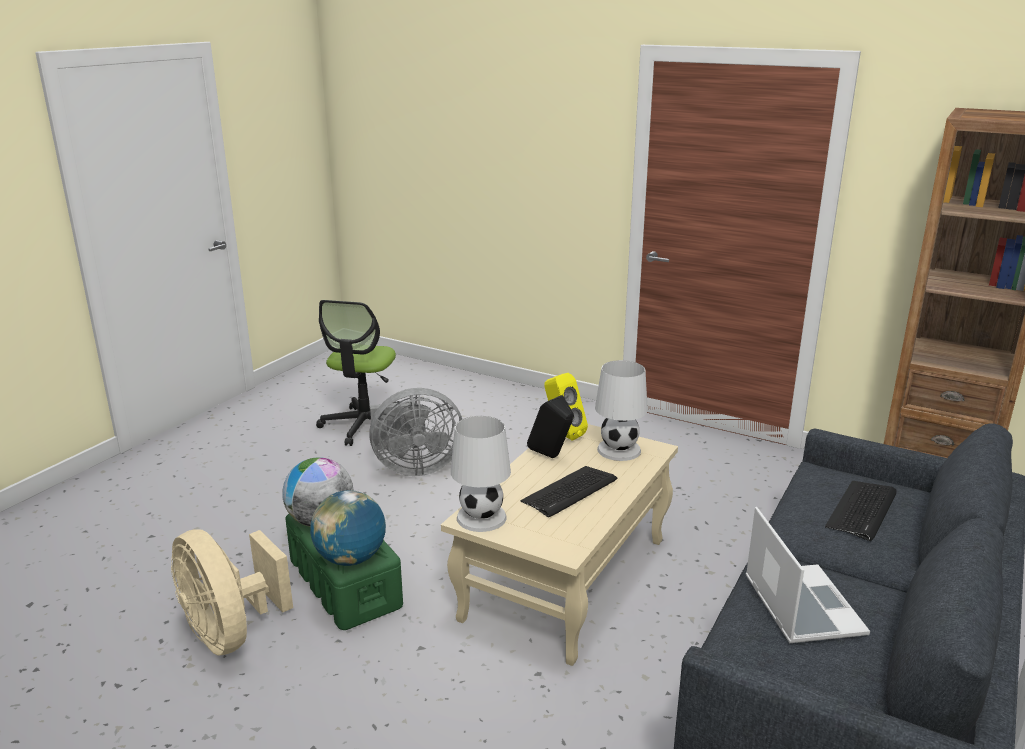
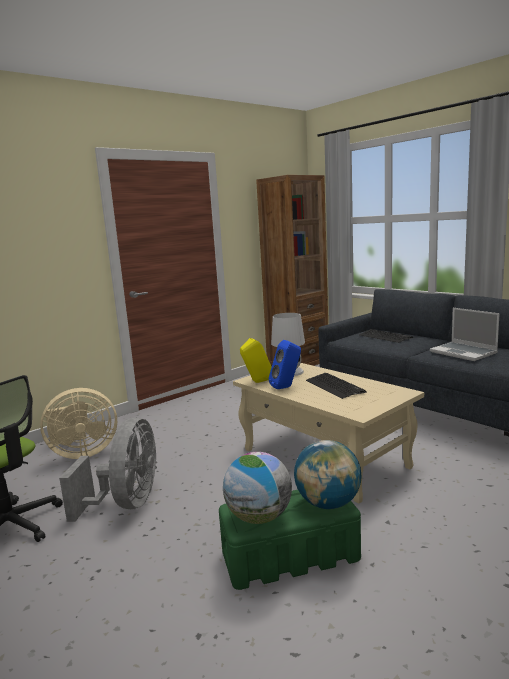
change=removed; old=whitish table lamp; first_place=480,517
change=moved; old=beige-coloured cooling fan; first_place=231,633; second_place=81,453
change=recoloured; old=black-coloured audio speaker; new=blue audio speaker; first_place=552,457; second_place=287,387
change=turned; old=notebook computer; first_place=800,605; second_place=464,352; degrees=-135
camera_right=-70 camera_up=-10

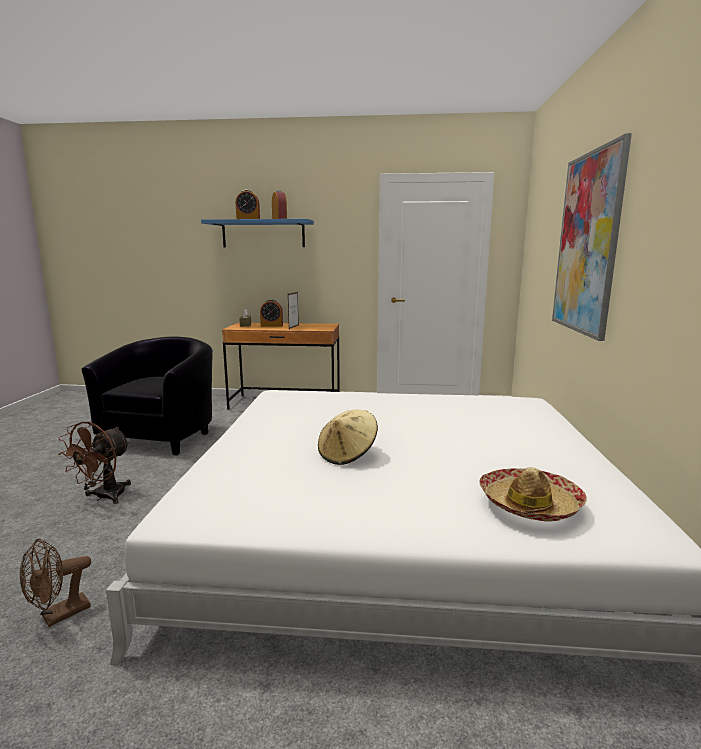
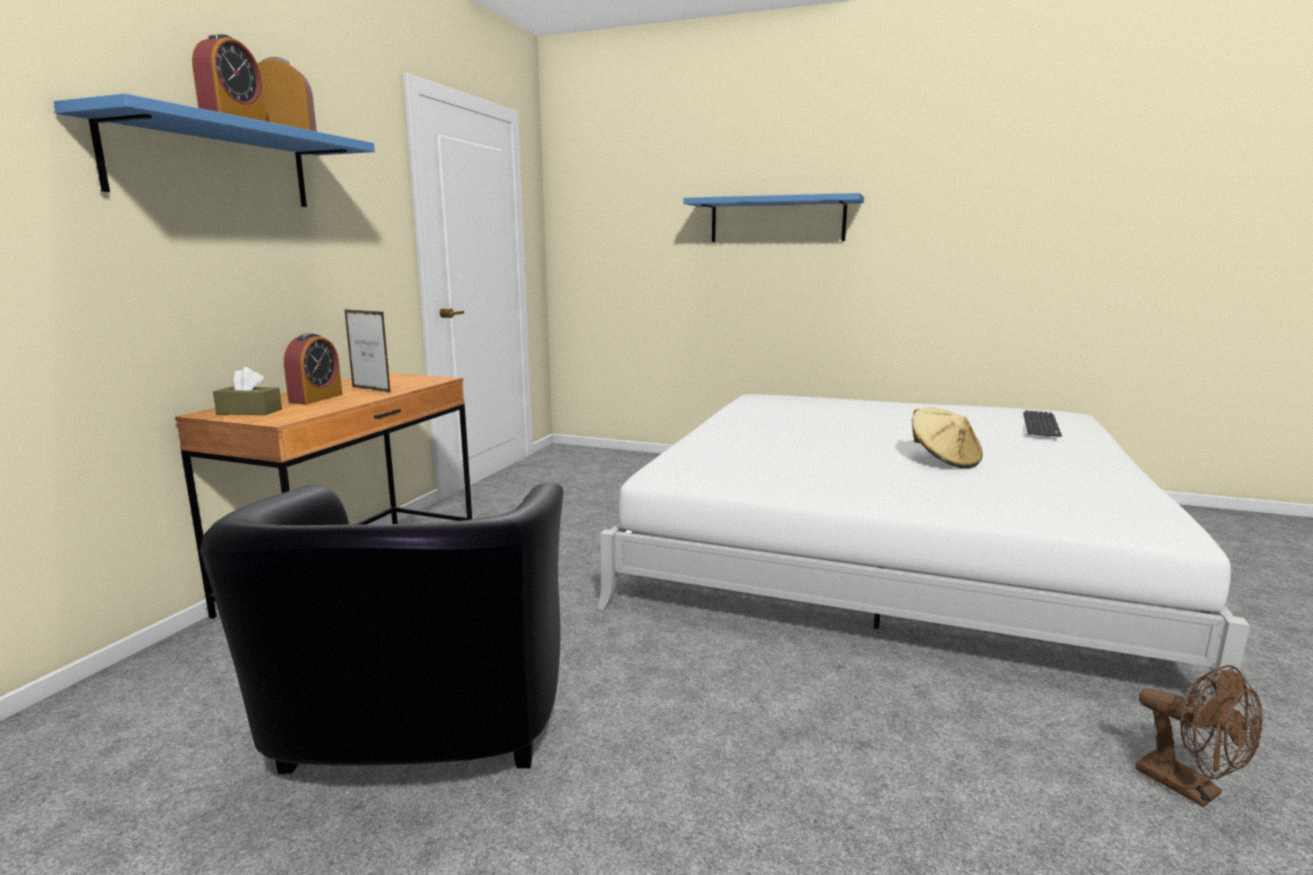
change=removed; old=brownish cooling fan; first_place=104,497
change=replaced; old=clothing hat; new=keyboard; first_place=530,504; second_place=1041,425
change=replaced; old=wall picture; new=blue shelf; first_place=587,243; second_place=777,220
change=turned; old=black-coloured easy chair; first_place=163,436; second_place=419,736; degrees=-120
camera_right=-75 camera_up=0

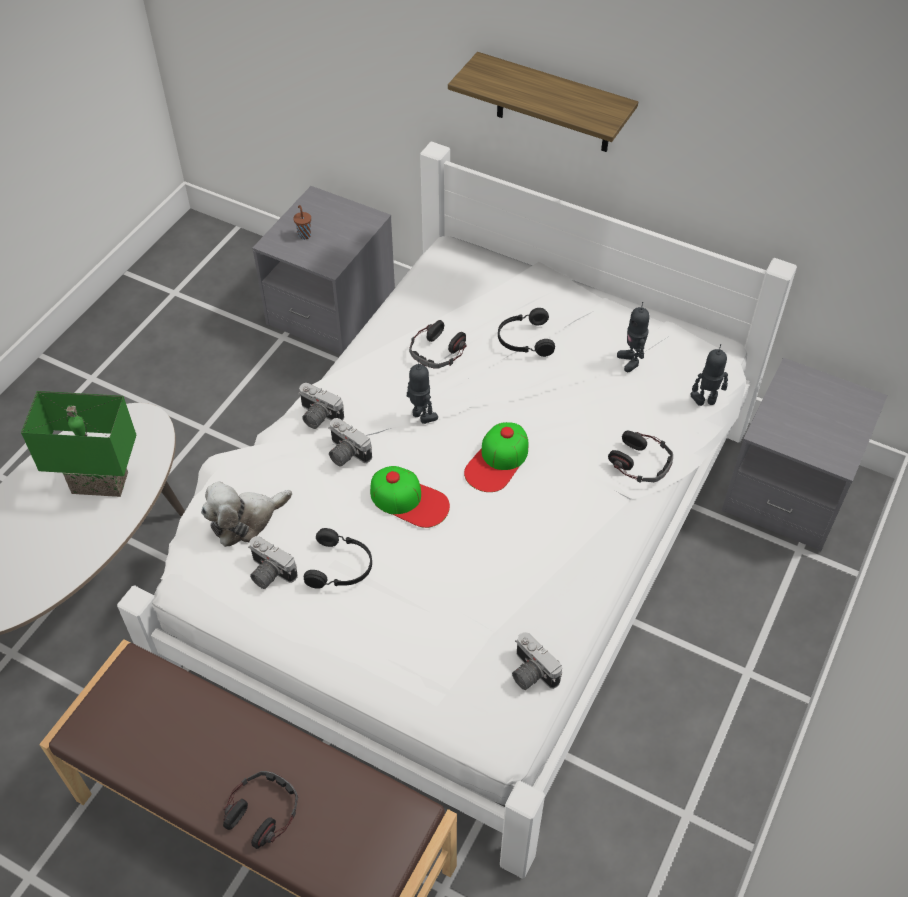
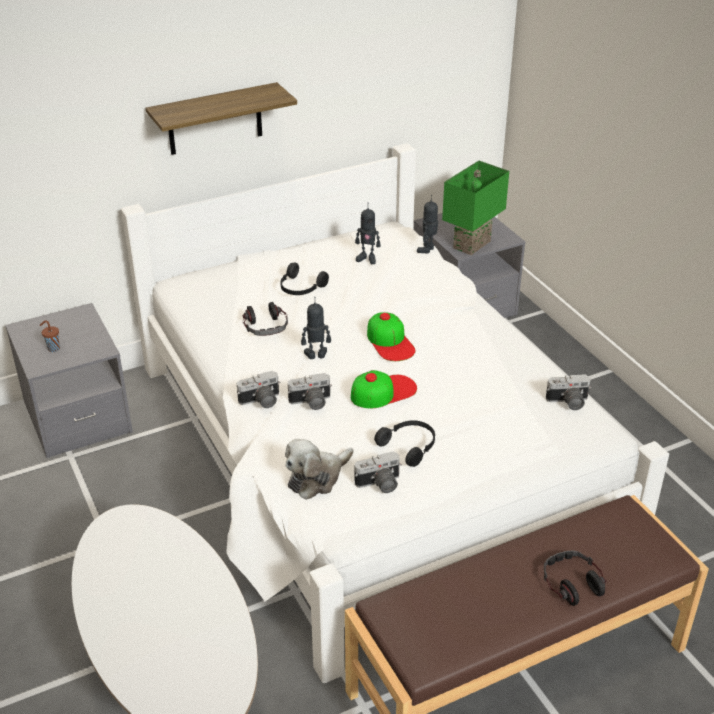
change=removed; old=pair of headphones; first_place=641,462
change=moved; old=green-coloured table lamp; first_place=98,485; second_place=473,245
change=turned; old=soft toy; first_place=245,520; second_place=317,478; degrees=45
camera_right=-55 camera_up=-15

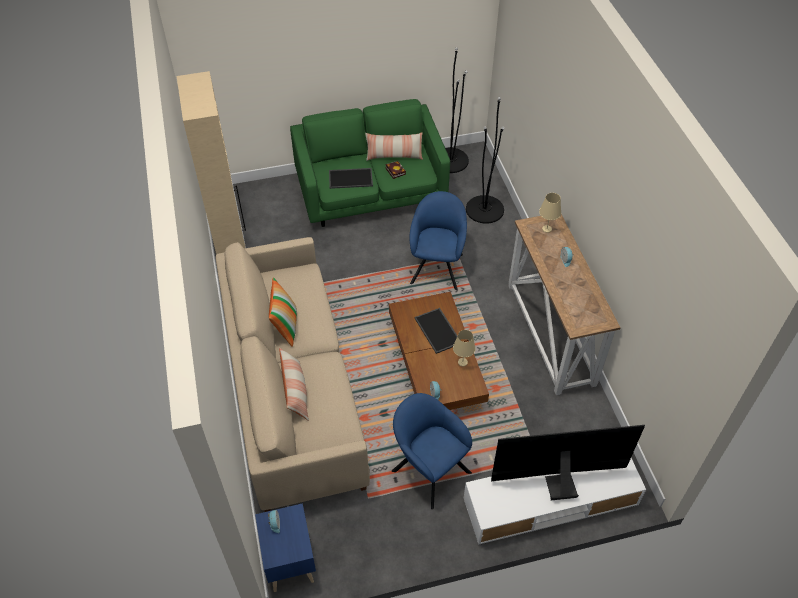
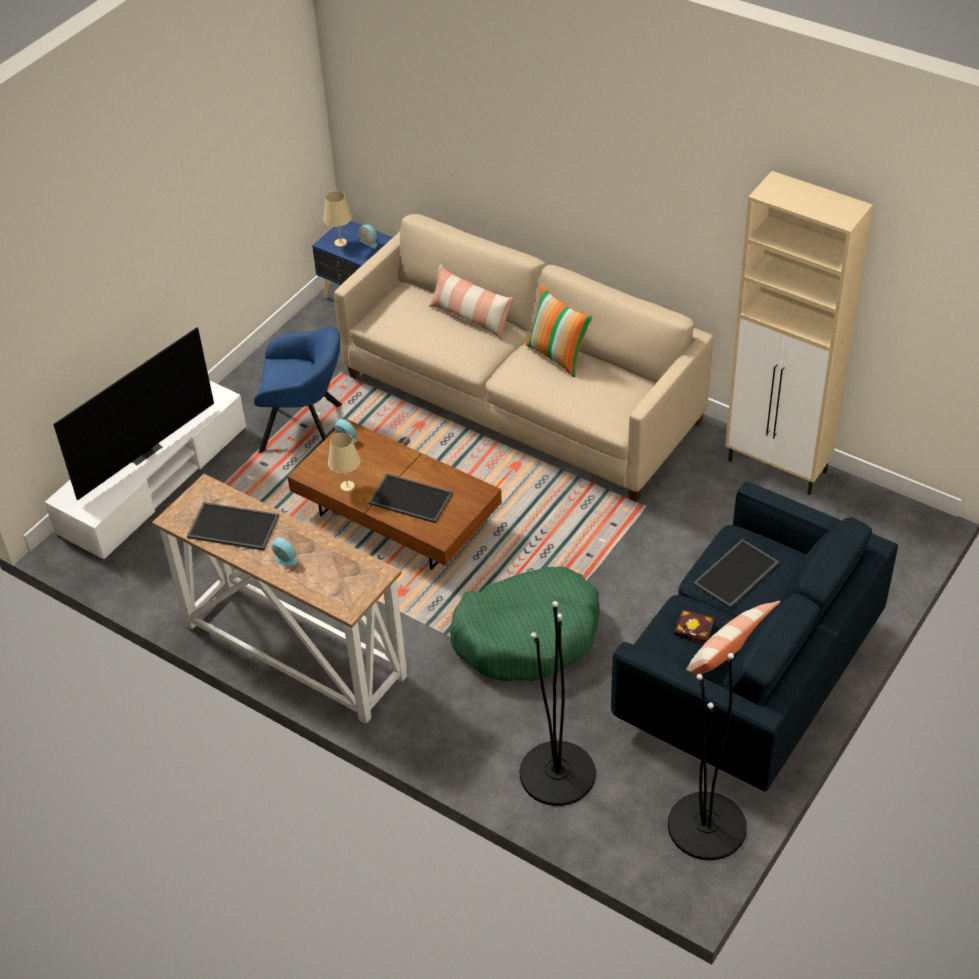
change=added; new=serving tray; second_place=232,527
change=moved; old=beige-coloured table lamp; first_place=546,229; second_place=341,243
change=replaced; old=blue easy chair; new=green-coloured pet bed; first_place=437,266; second_place=527,635
change=recoloured; old=green-coloured couch; new=blue couch; first_place=370,192; second_place=746,675
camera_right=140 camera_up=-5

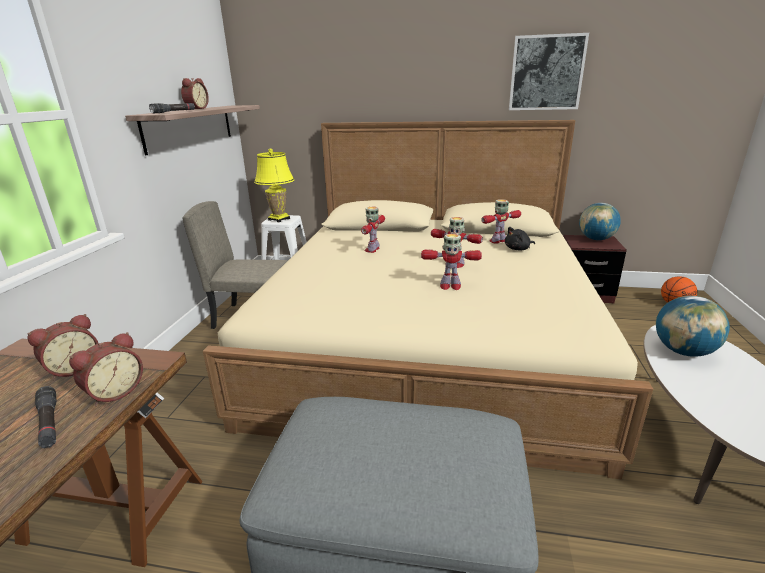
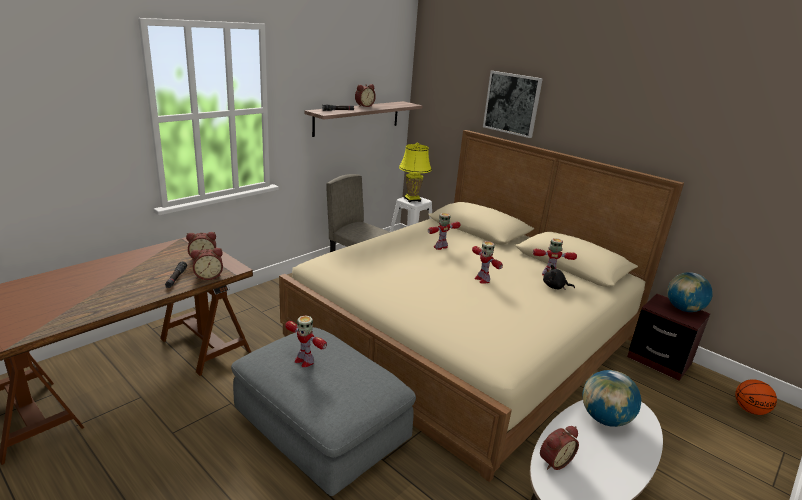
change=added; new=alarm clock; second_place=553,460
change=moved; old=model robot; first_place=449,286; second_place=304,361
change=moved; old=wall picture; first_place=546,73; second_place=512,103
camera_right=30 camera_up=0

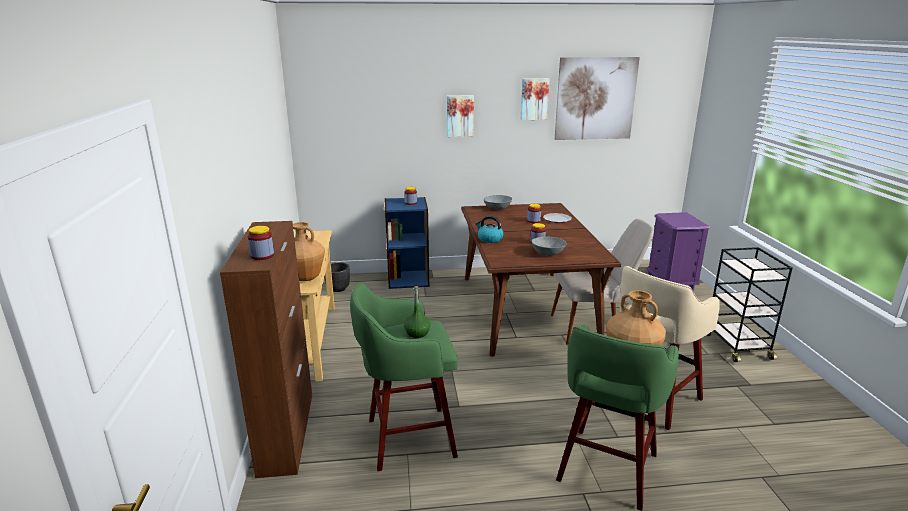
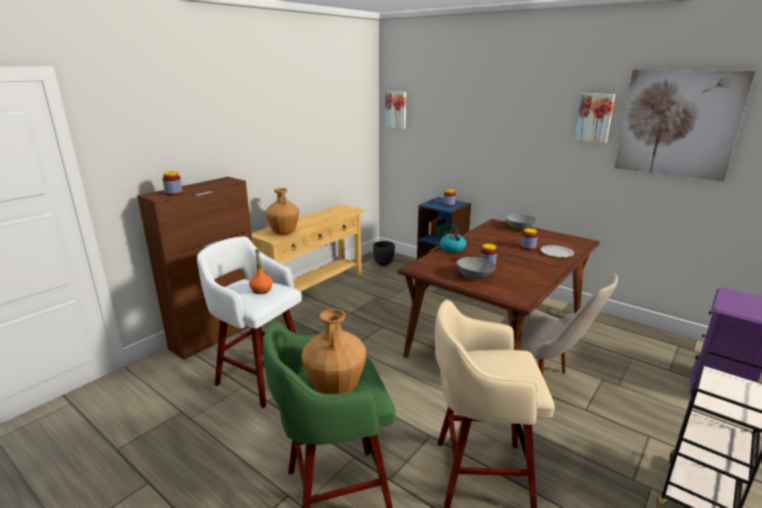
change=moved; old=wall picture; first_place=460,116; second_place=396,109
change=recoloured; old=green-coloured stool seat; new=whitish stool seat; first_place=407,438; second_place=260,377
change=recoloured; old=green-coloured drink bottle; new=orange drink bottle; first_place=417,333; second_place=261,290
camera_right=45 camera_up=0

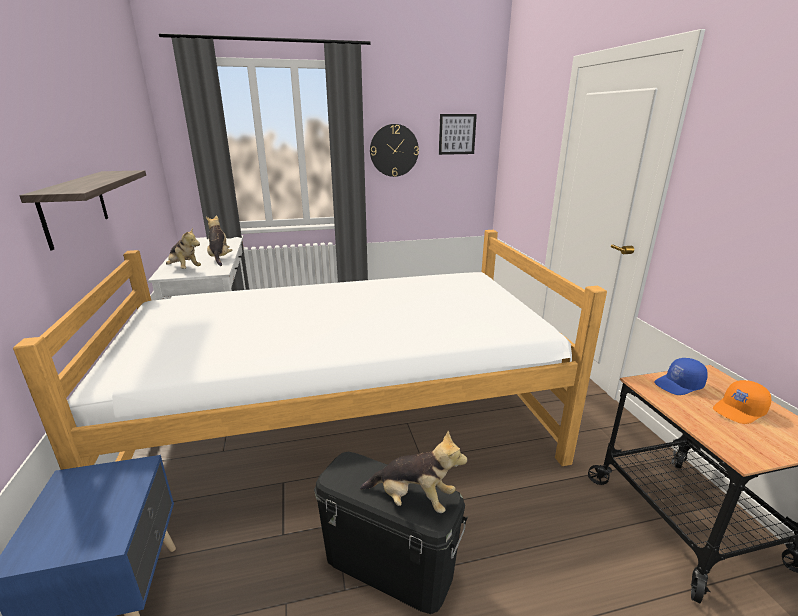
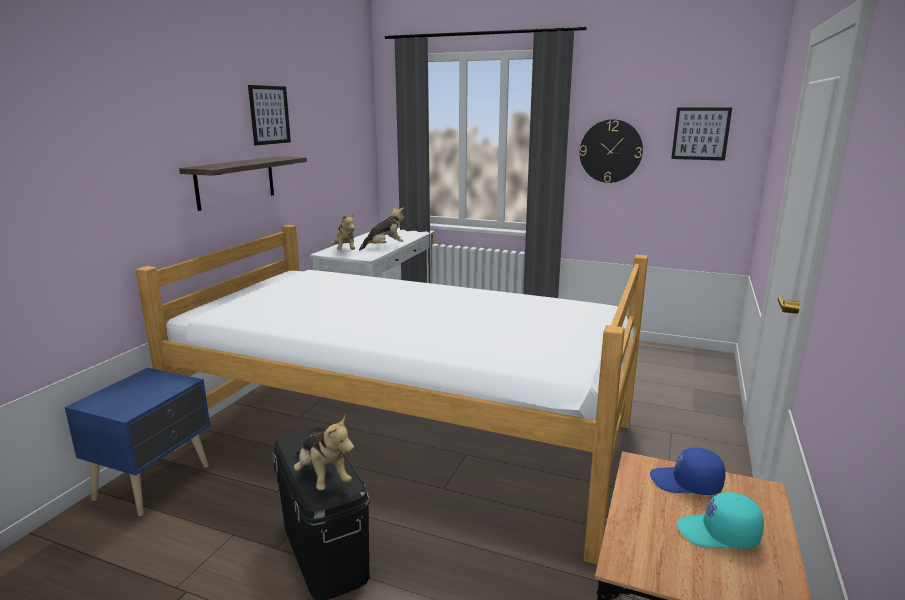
change=added; new=wall picture; second_place=269,115
change=recoloured; old=orange peaked cap; new=turquoise peaked cap; first_place=739,411; second_place=718,534
change=turned; old=soft toy; first_place=220,258; second_place=384,247; degrees=45
camera_right=35 camera_up=-5

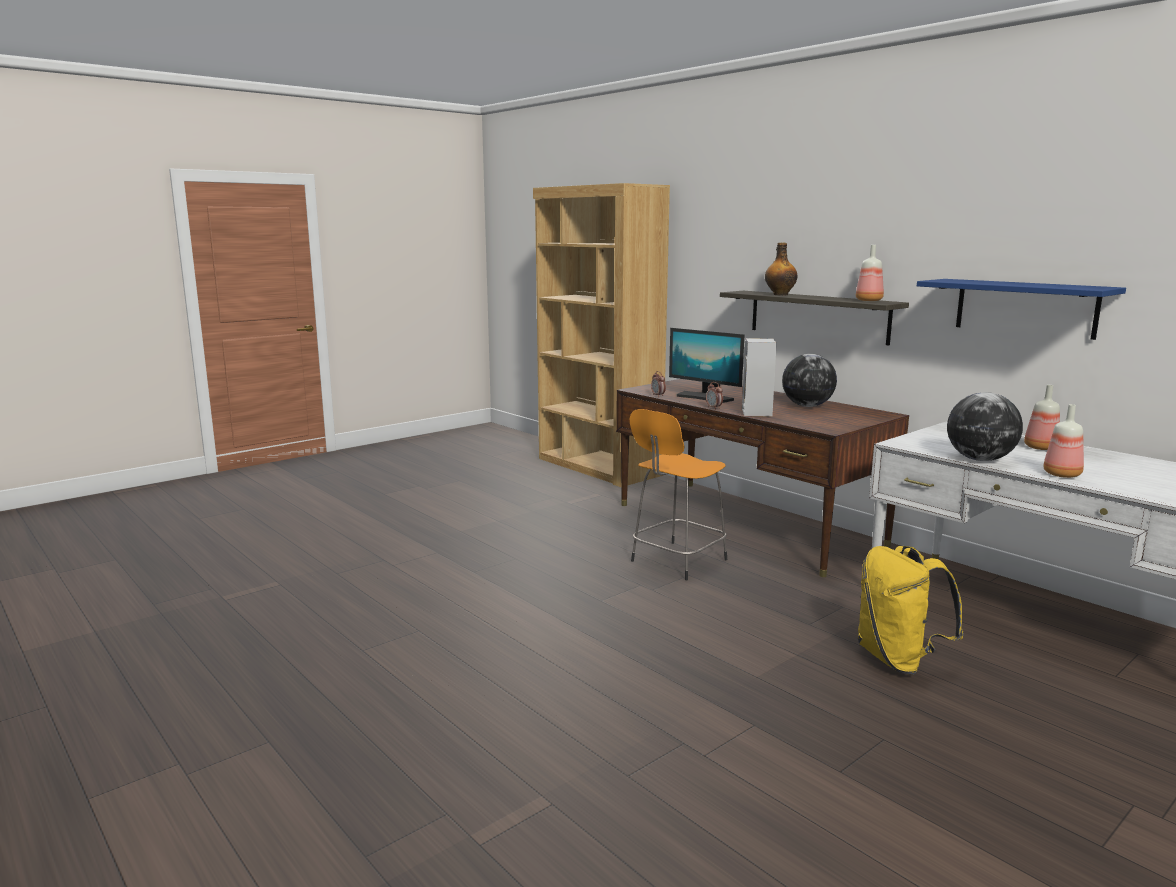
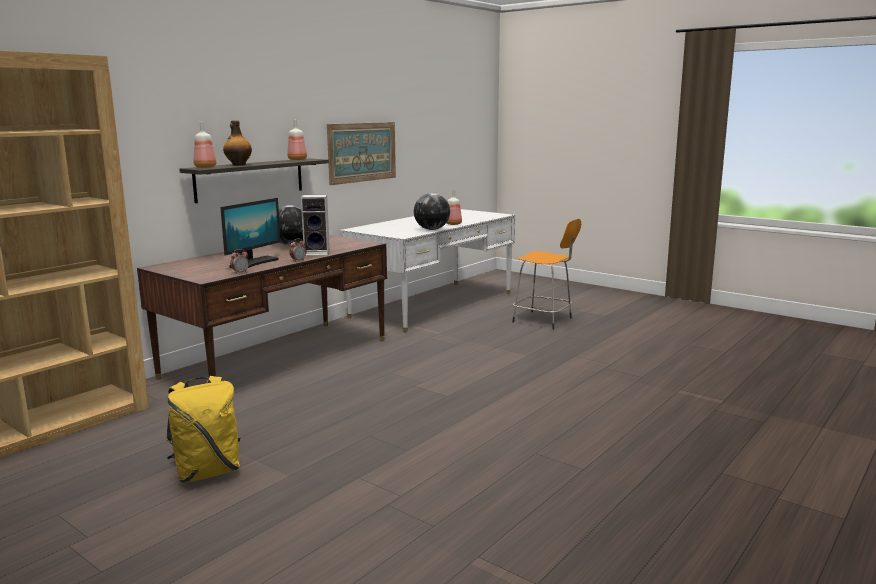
change=moved; old=orange stool seat; first_place=676,561; second_place=544,320
change=moved; old=yellow-coloured backpack; first_place=899,660; second_place=207,472
change=moved; old=drink bottle; first_place=1039,448; second_place=205,167
change=replaced; old=blue shelf; new=wall picture; first_place=1025,308; second_place=362,152
camera_right=-100 camera_up=0

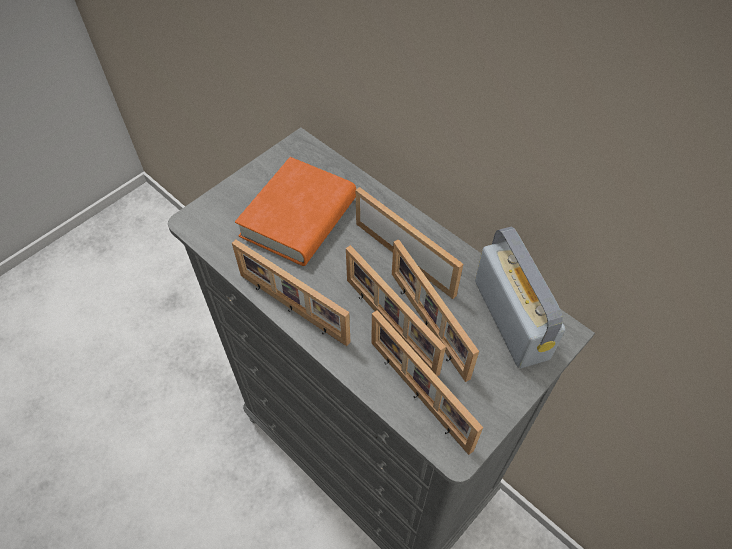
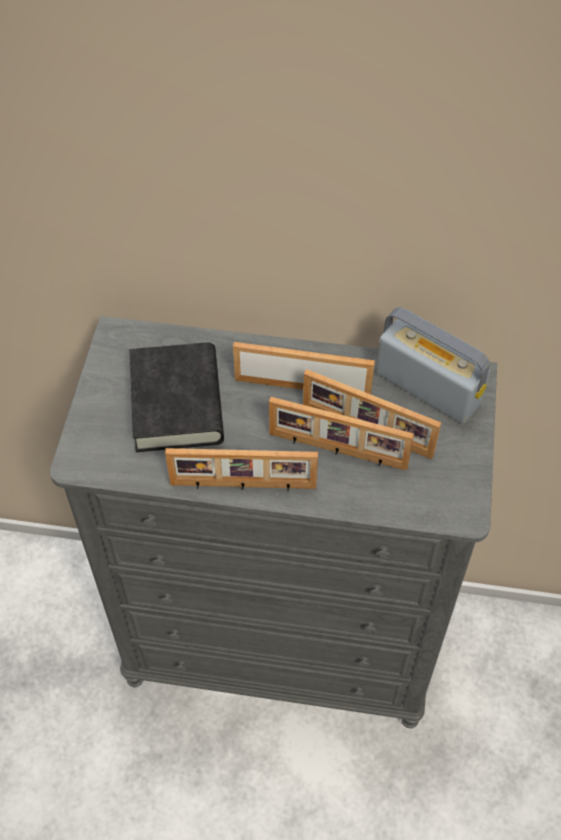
change=removed; old=photo frame; first_place=418,395
change=recoloured; old=orange volume; new=black-coloured volume; first_place=299,217; second_place=177,403
camera_right=-35 camera_up=0

